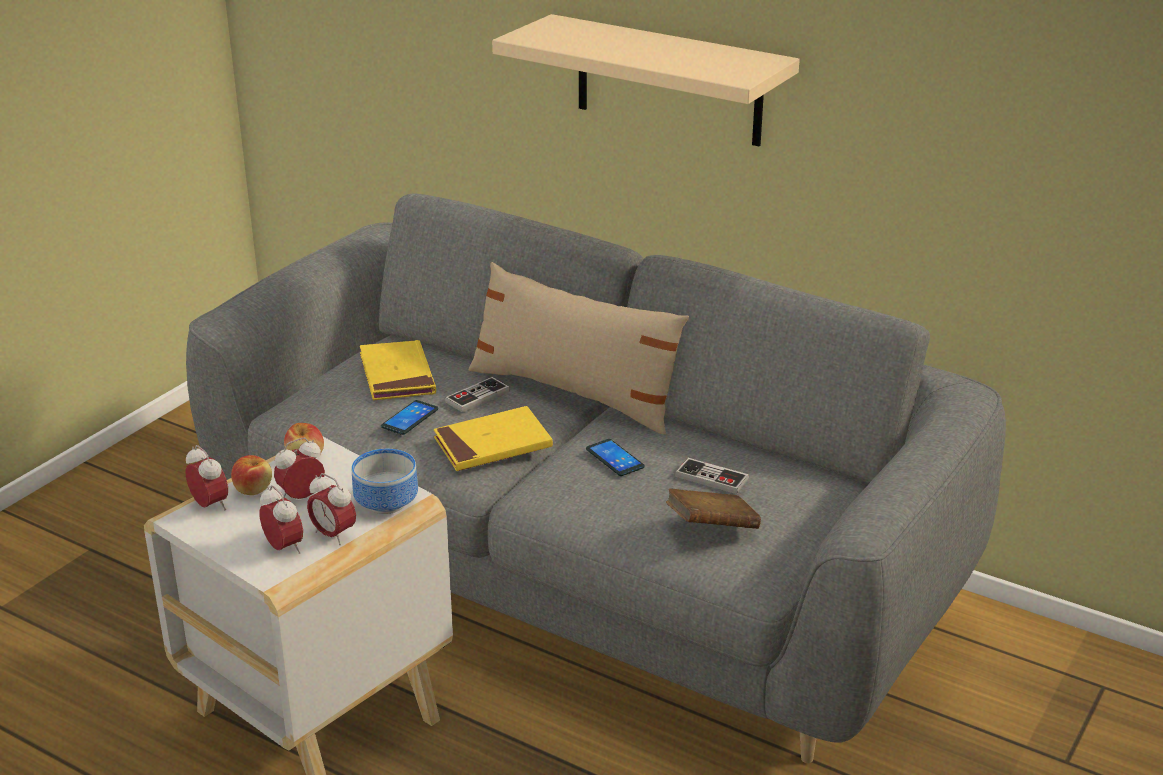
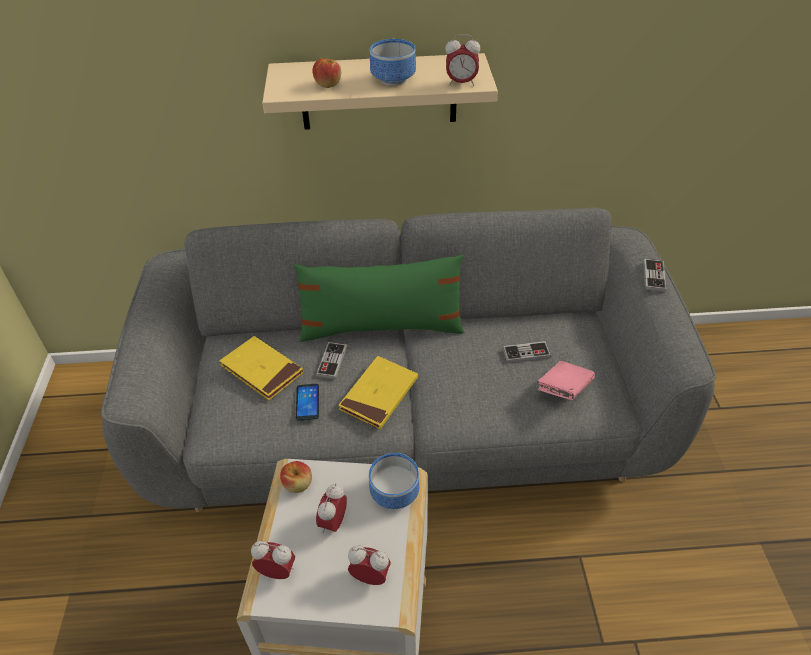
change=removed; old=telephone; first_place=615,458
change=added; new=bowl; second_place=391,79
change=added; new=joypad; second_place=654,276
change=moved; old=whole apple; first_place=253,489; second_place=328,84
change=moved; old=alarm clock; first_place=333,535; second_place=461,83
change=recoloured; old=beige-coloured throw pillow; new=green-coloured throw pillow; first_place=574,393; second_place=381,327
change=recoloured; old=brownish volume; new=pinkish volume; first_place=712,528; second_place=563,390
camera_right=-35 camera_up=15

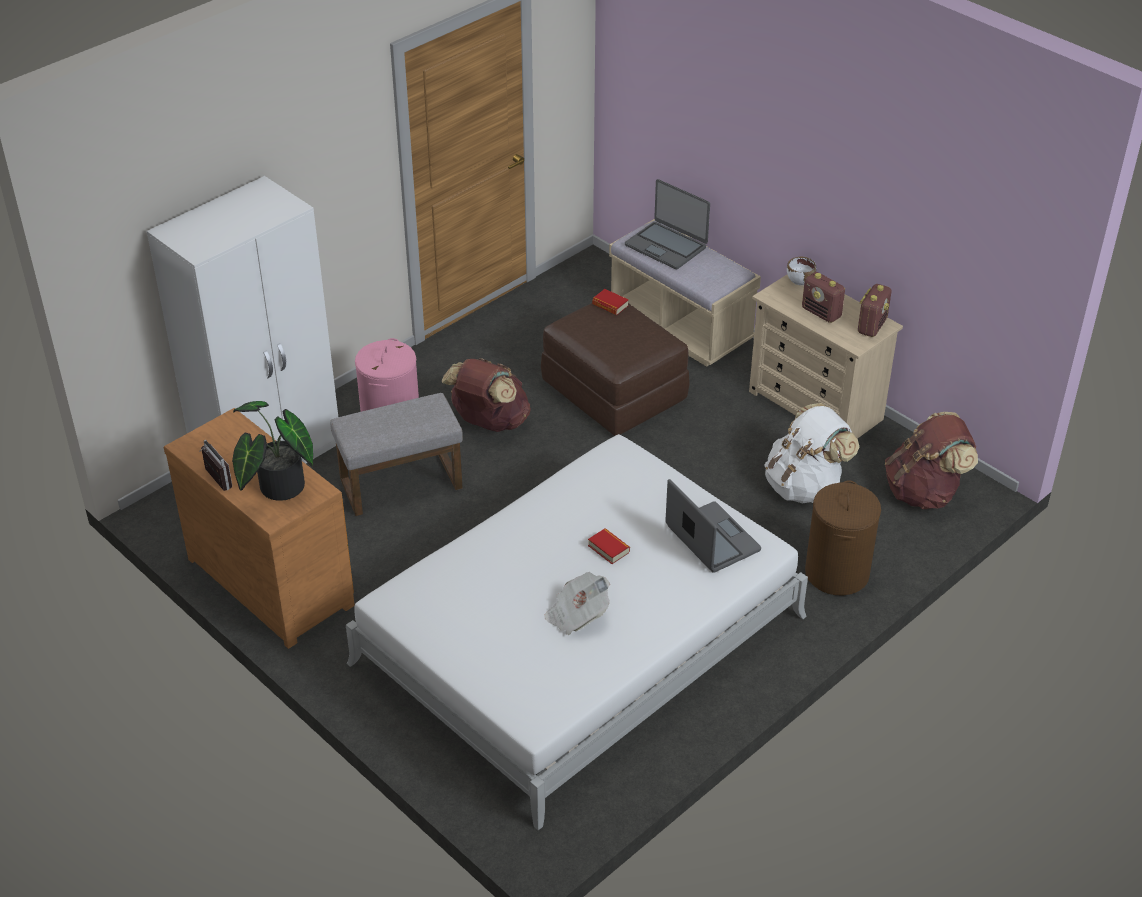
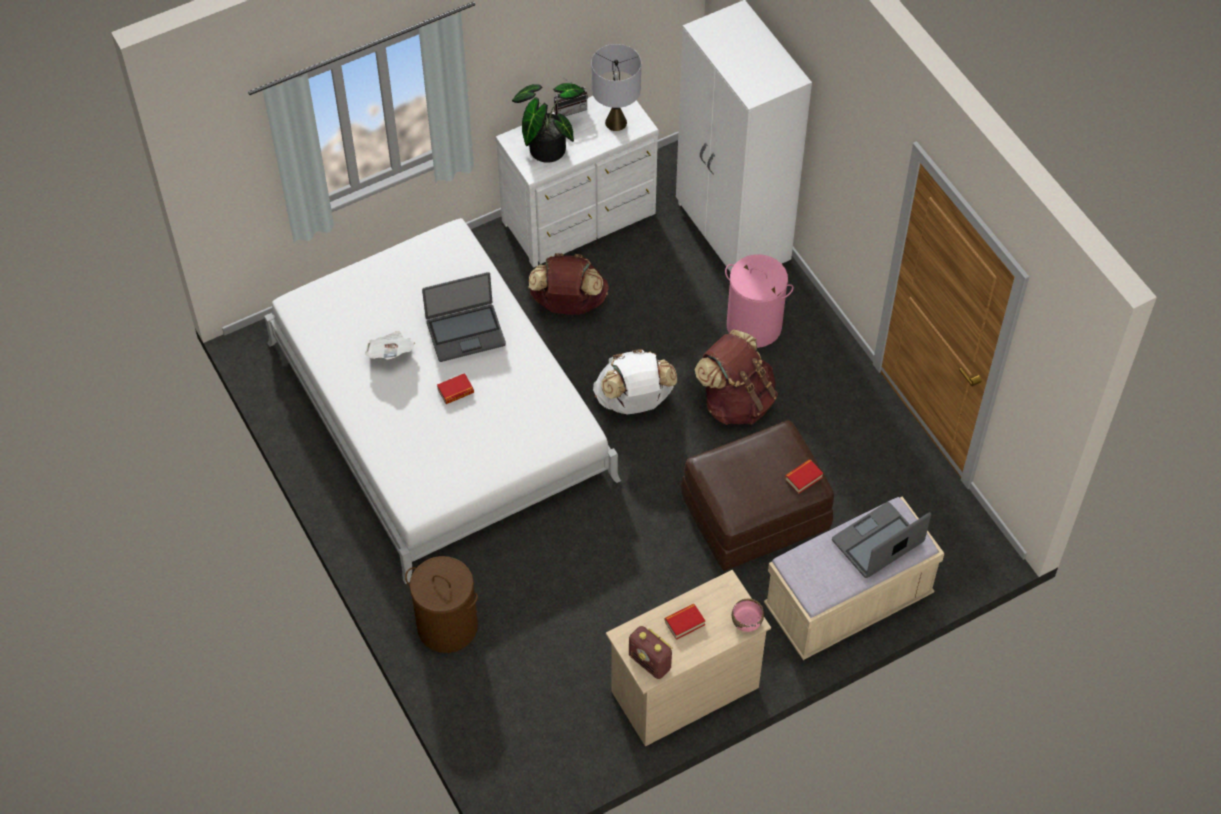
change=removed; old=gray pouffe; first_place=400,485
change=added; new=gray table lamp; second_place=615,122
change=moved; old=notebook computer; first_place=711,539; second_place=465,332
change=moved; old=whitish backpack; first_place=805,486; second_place=634,401
change=moved; old=brownish backpack; first_place=924,492; second_place=568,304
change=replaced; old=radio set; new=volume; first_place=821,313; second_place=684,623
change=recoloured; old=brownish chest of drawers; new=whitish chest of drawers; first_place=273,579; second_place=581,219
change=recoloured; old=whitish bowl; new=pinkish bowl; first_place=800,280; second_place=746,622
camera_right=105 camera_up=15

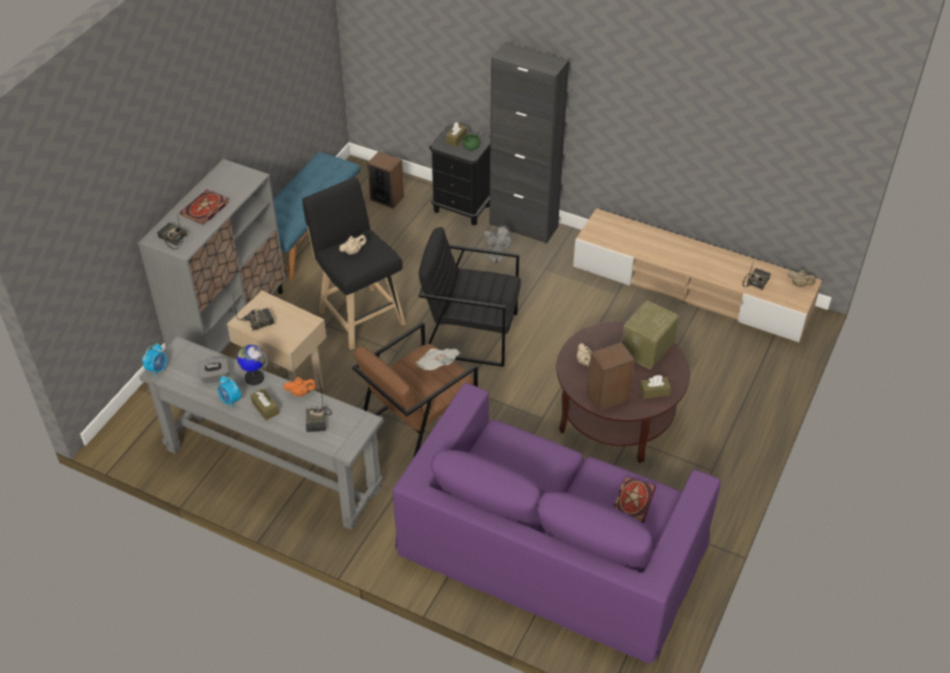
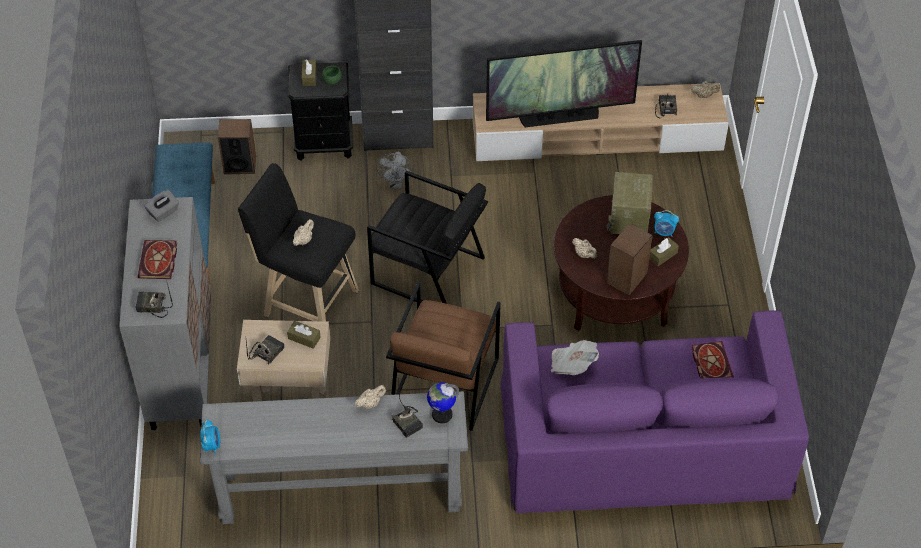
change=added; new=TV; second_place=559,117
change=moved; old=gray tissue box; first_place=215,377; second_place=163,212
change=moved; old=alarm clock; first_place=230,400; second_place=664,232
change=moved; old=world globe; first_place=254,378; second_place=441,414
change=moved; old=brownish tissue box; first_place=265,408; second_place=304,338
change=moved; old=newspaper; first_place=437,366; second_place=572,364
change=recoloured; old=orange pot for tea; new=beige-coloured pot for tea; first_place=301,393; second_place=370,403
change=turned; old=black-coloured easy chair; first_place=471,333; second_place=427,271; degrees=-135
change=turned; old=gray cooling fan; first_place=496,259; second_place=396,184; degrees=75
camera_right=-30 camera_up=5

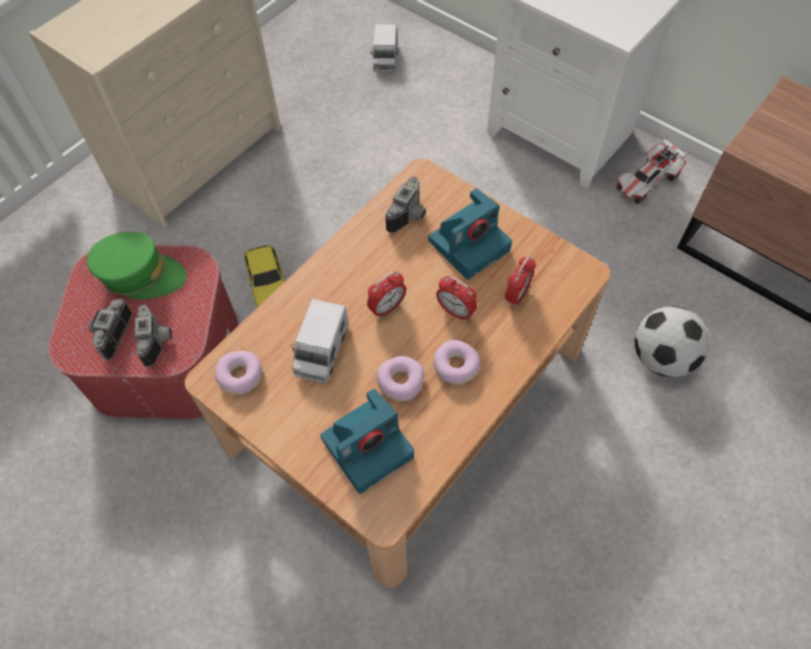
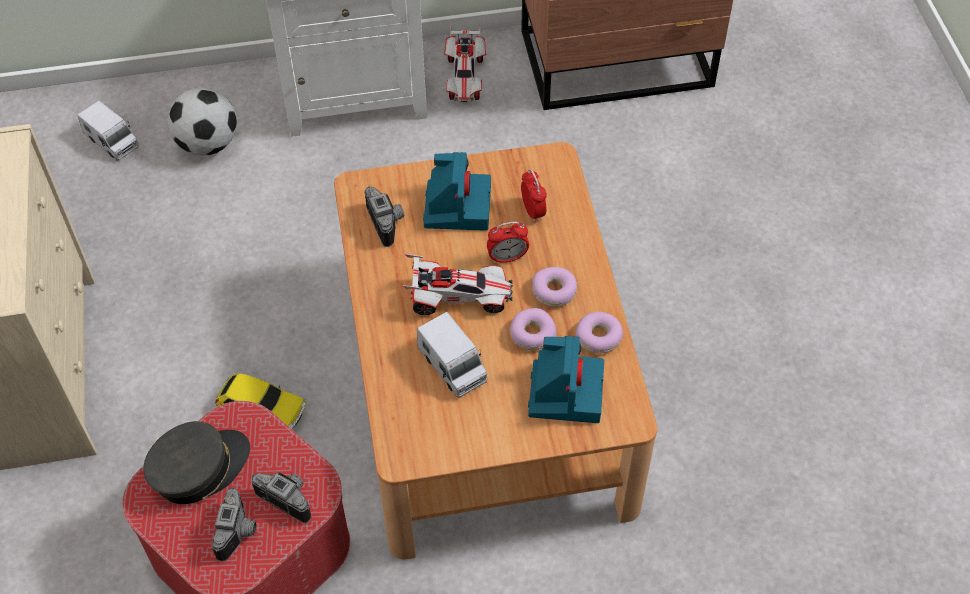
change=moved; old=ring doughnut; first_place=240,376; second_place=598,337
change=moved; old=football ball; first_place=661,357; second_place=208,144
change=replaced; old=alarm clock; new=toy car; first_place=387,308; second_place=458,297
change=recoloured; old=green-coloured peaked cap; new=gray peaked cap; first_place=141,274; second_place=199,469
change=turned; old=photo camera; first_place=109,334; second_place=240,532; degrees=-135
camera_right=-50 camera_up=-5

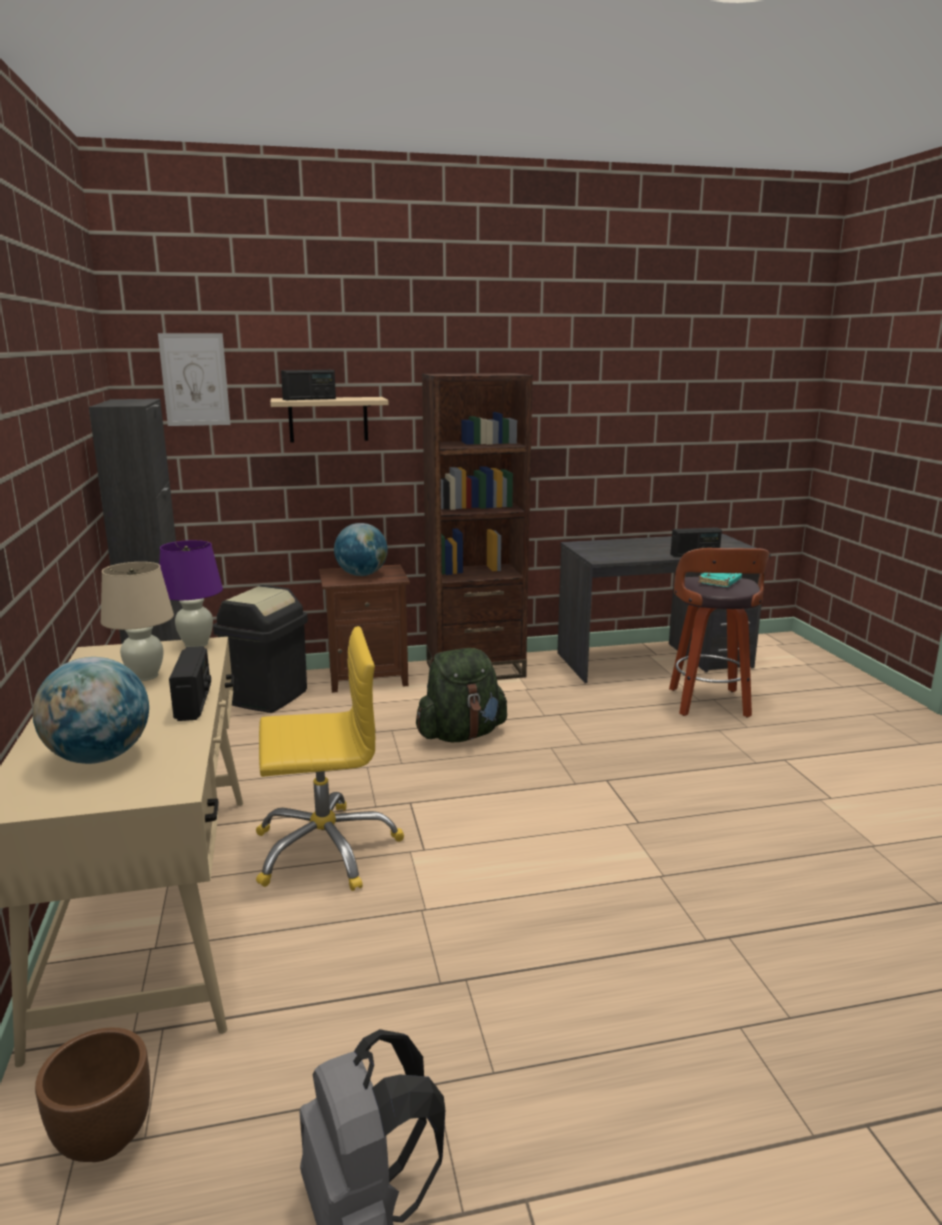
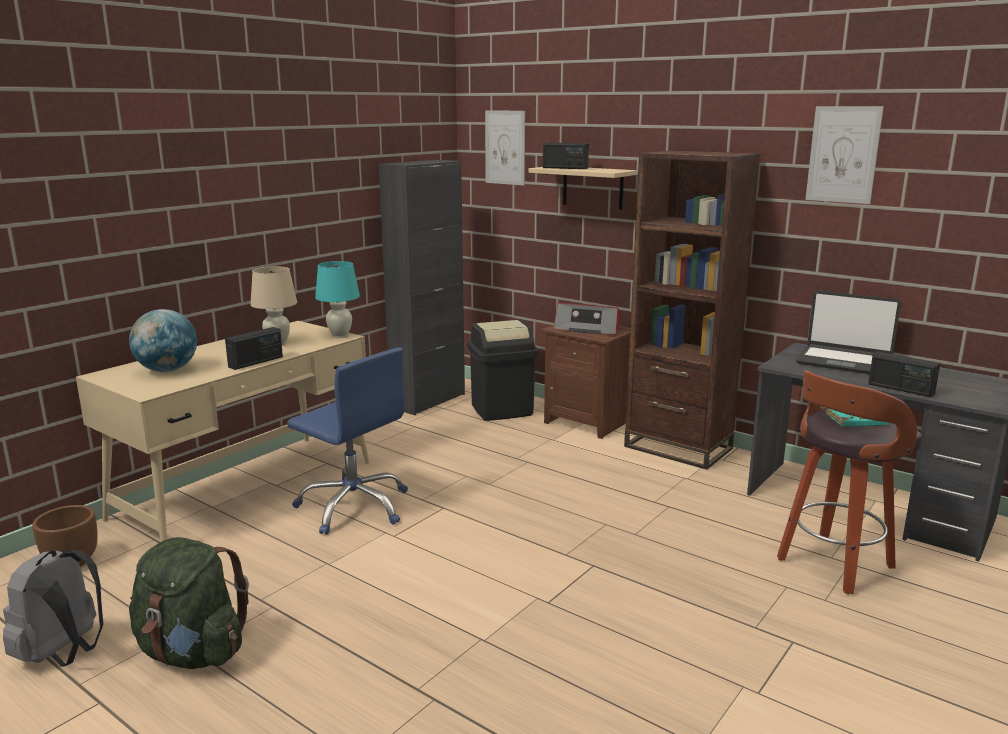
change=added; new=notebook computer; second_place=844,362
change=added; new=wall picture; second_place=843,154
change=moved; old=green-coloured backpack; first_place=461,735; second_place=193,653
change=replaced; old=world globe; new=radio set; first_place=362,575; second_place=587,329
change=recoloured; old=purplish table lamp; new=turquoise table lamp; first_place=196,644; second_place=339,335
change=recoloured; old=yellow-coloured computer chair; new=blue computer chair; first_place=325,848; second_place=354,506
camera_right=50 camera_up=0

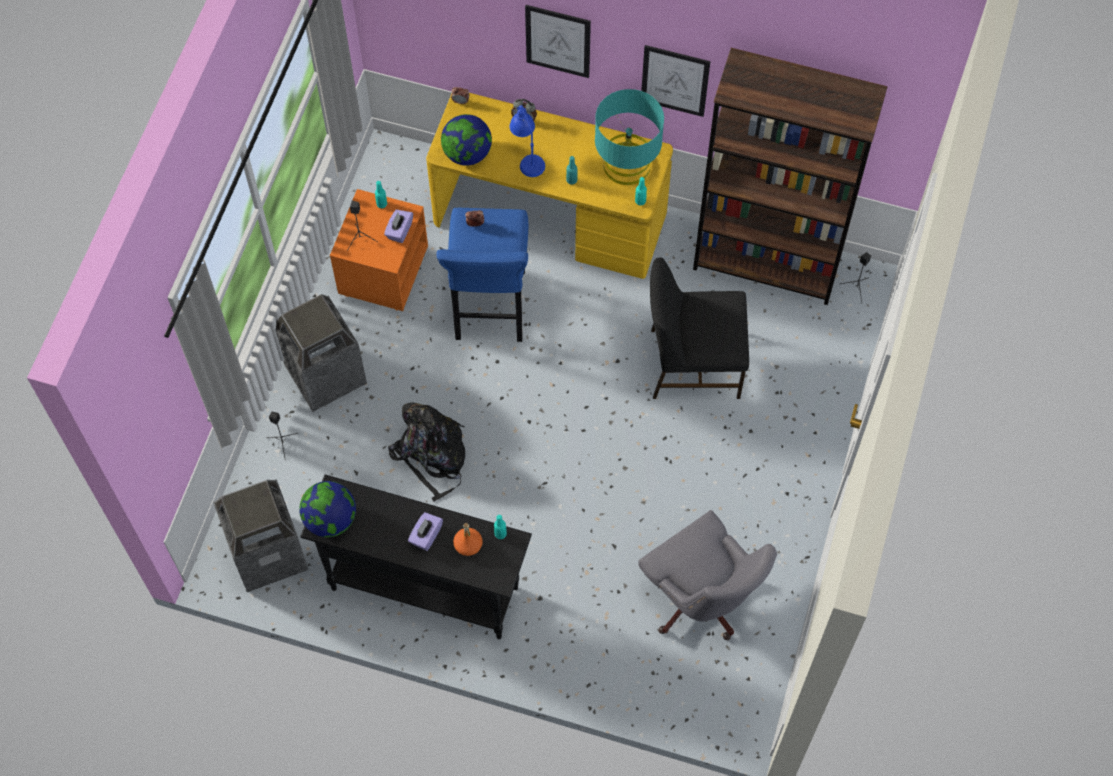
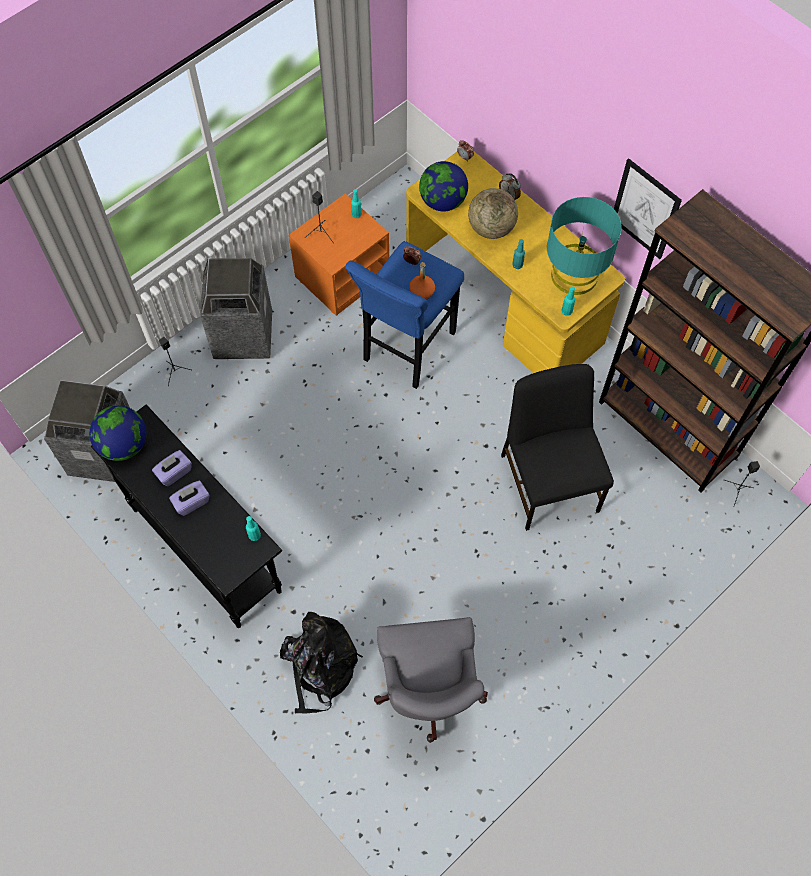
change=removed; old=wall picture; first_place=558,41
change=moved; old=purplish tissue box; first_place=399,231; second_place=174,472
change=moved; old=black-coloured backpack; first_place=432,456; second_place=320,667
change=moved; old=orange drink bottle; first_place=468,545; second_place=422,292
change=replaced; old=blue table lamp; new=world globe; first_place=527,157; second_place=491,228
change=turned; old=black-coloured chair; first_place=692,363; second_place=549,481; degrees=45
camera_right=30 camera_up=0

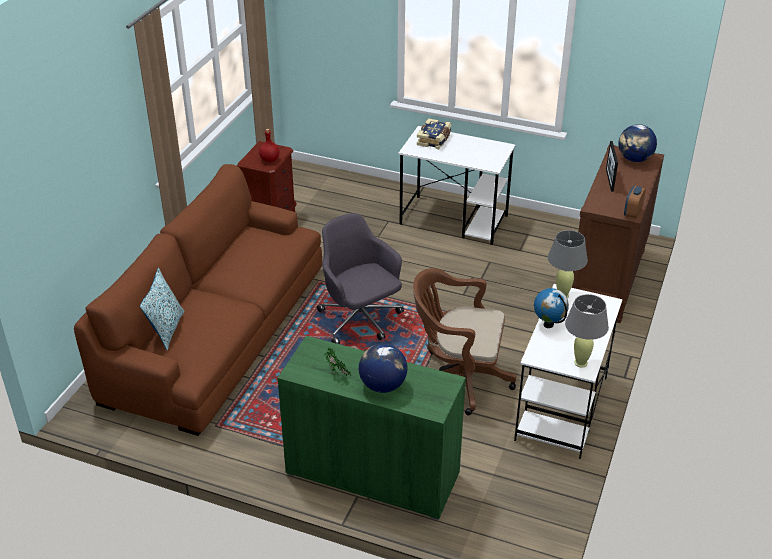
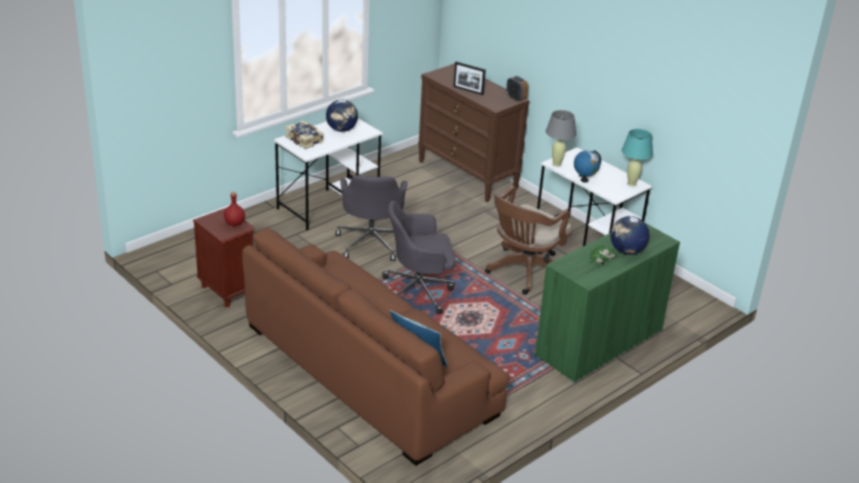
change=added; new=gray computer chair; second_place=371,242
change=moved; old=world globe; first_place=634,159; second_place=342,130
change=recoloured; old=gray table lamp; new=turquoise table lamp; first_place=581,363; second_place=632,184
camera_right=-65 camera_up=-5

